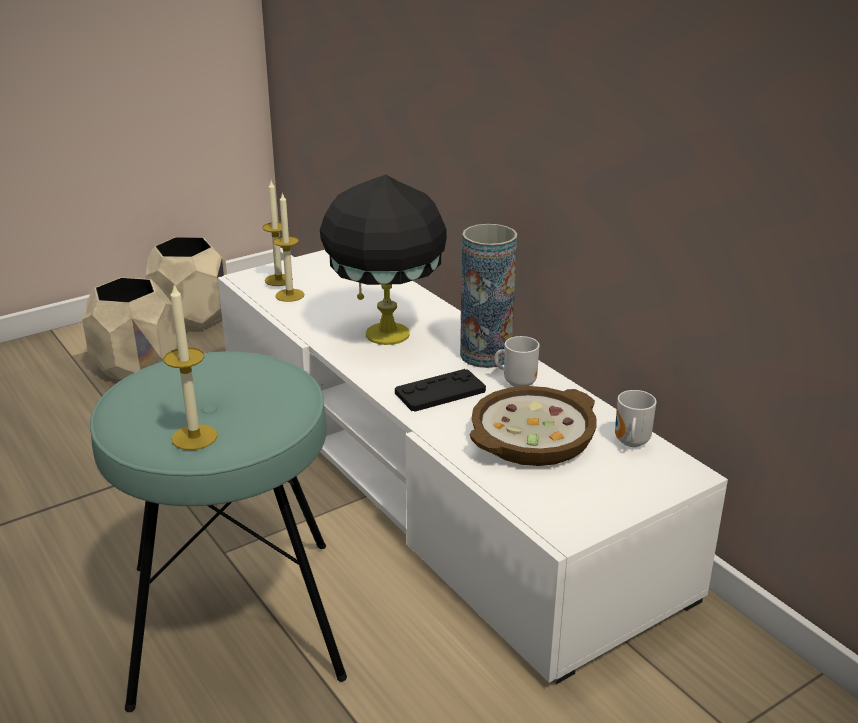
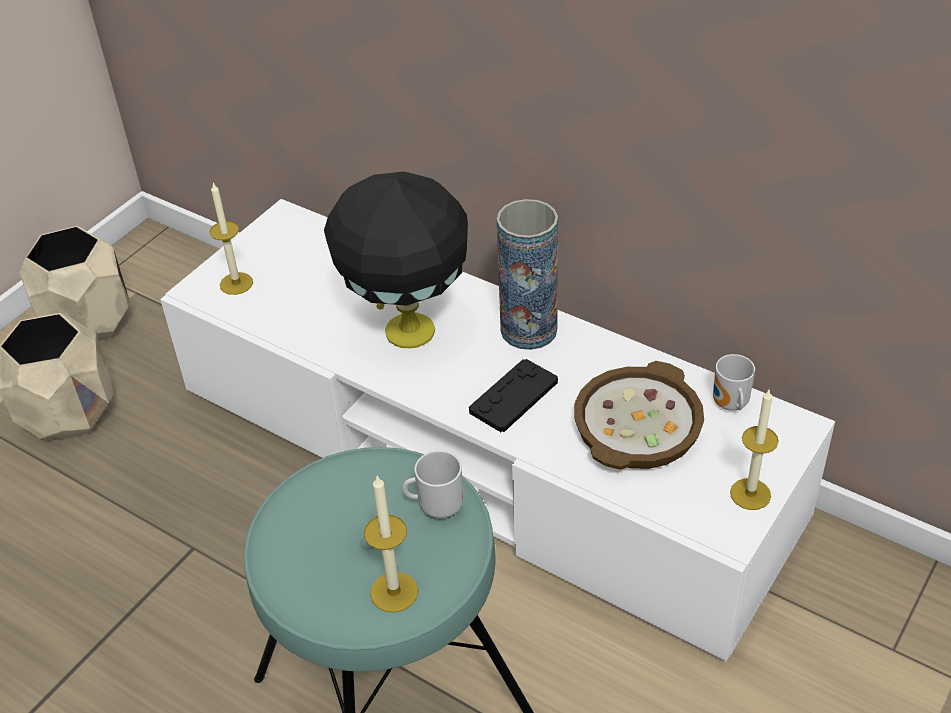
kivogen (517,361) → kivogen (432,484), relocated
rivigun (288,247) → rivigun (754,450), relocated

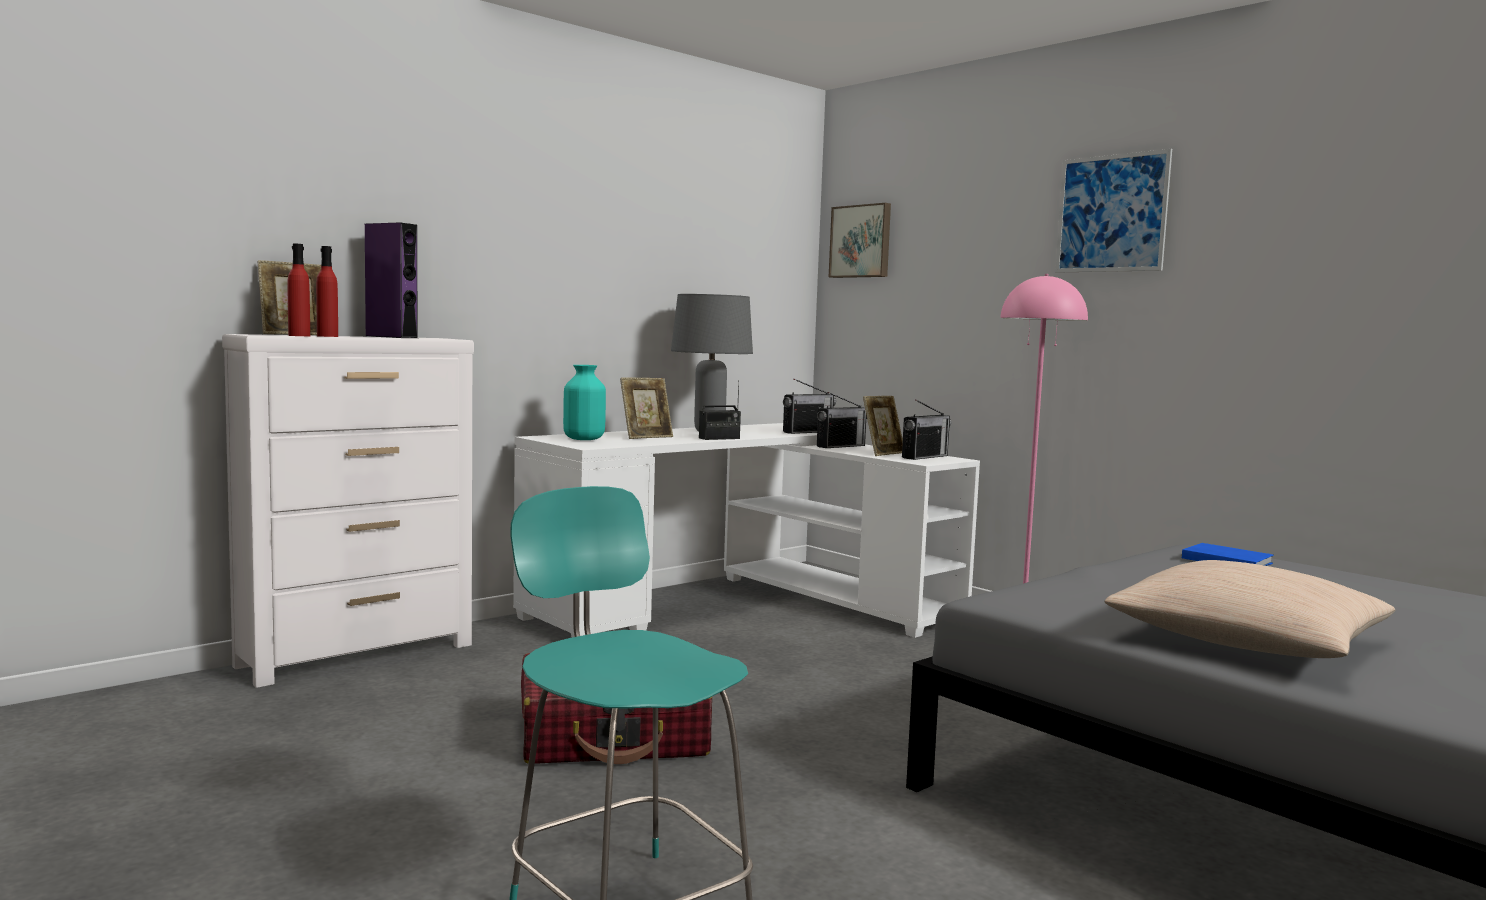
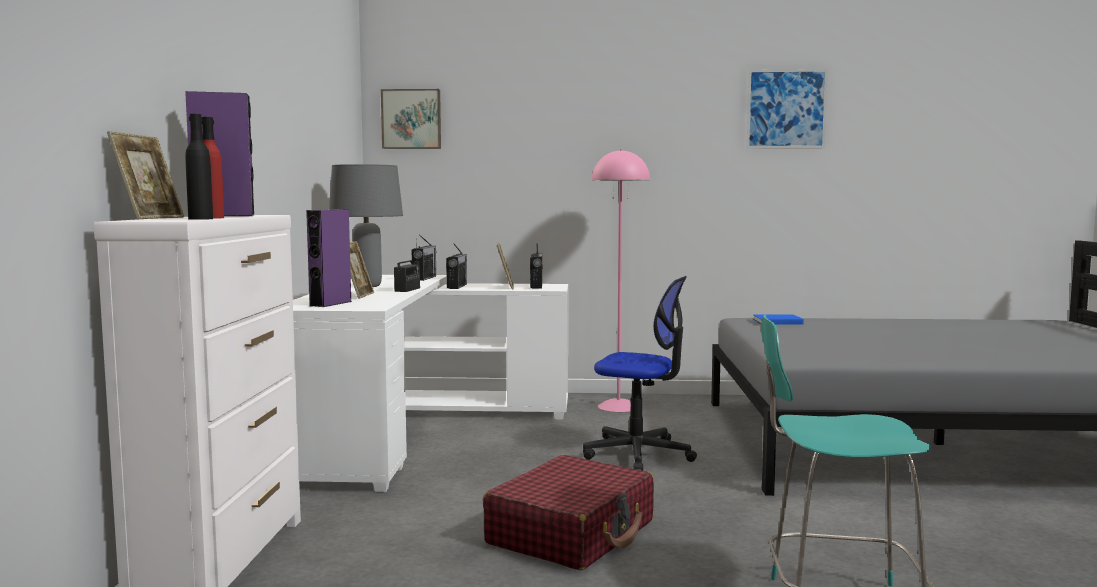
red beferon (299,290) → black beferon (199,167)
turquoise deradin (584,402) → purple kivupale (328,258)
- → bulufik (640,373)
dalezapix (1113,211) → dalezapix (787,109), relocated
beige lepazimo (1249,609) → -

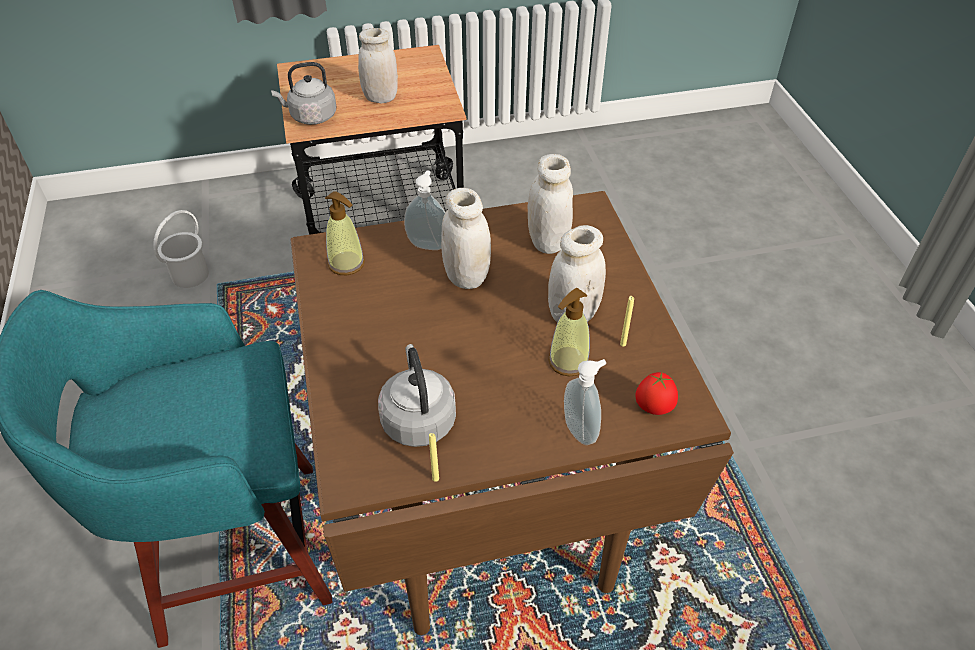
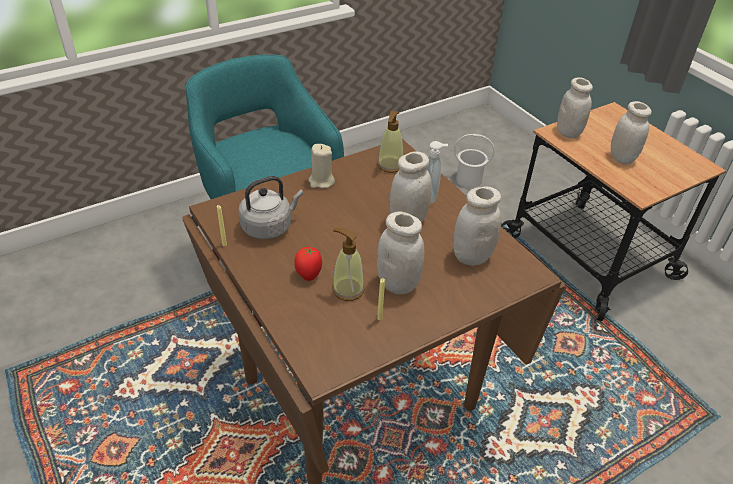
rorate (656,393) → rorate (308,264), relocated
- → beige rivigun (321,166)
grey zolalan (303,93) → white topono (575,107)
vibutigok (585,402) → -

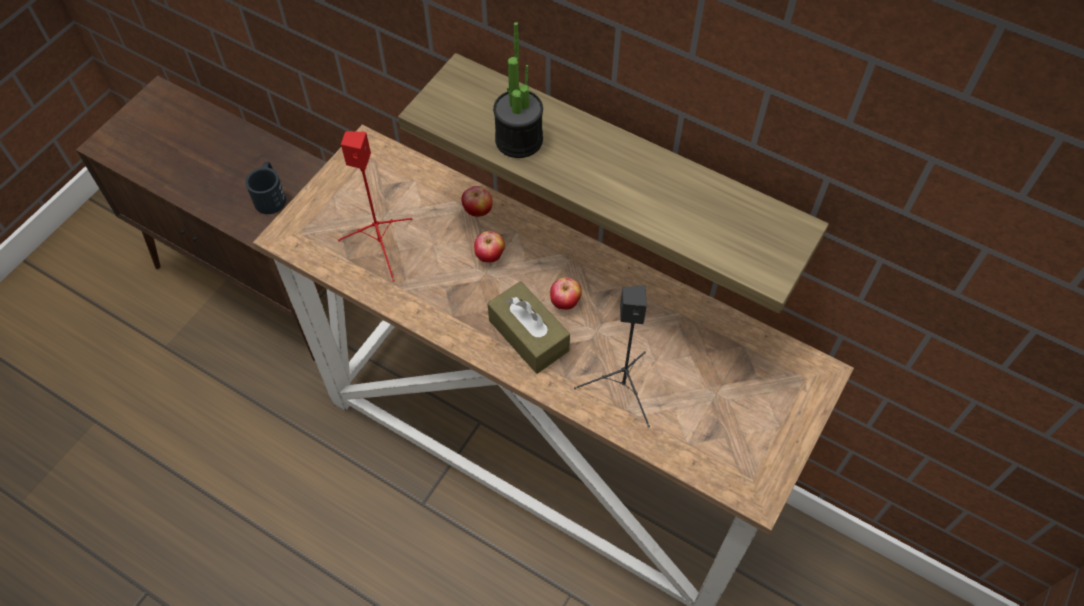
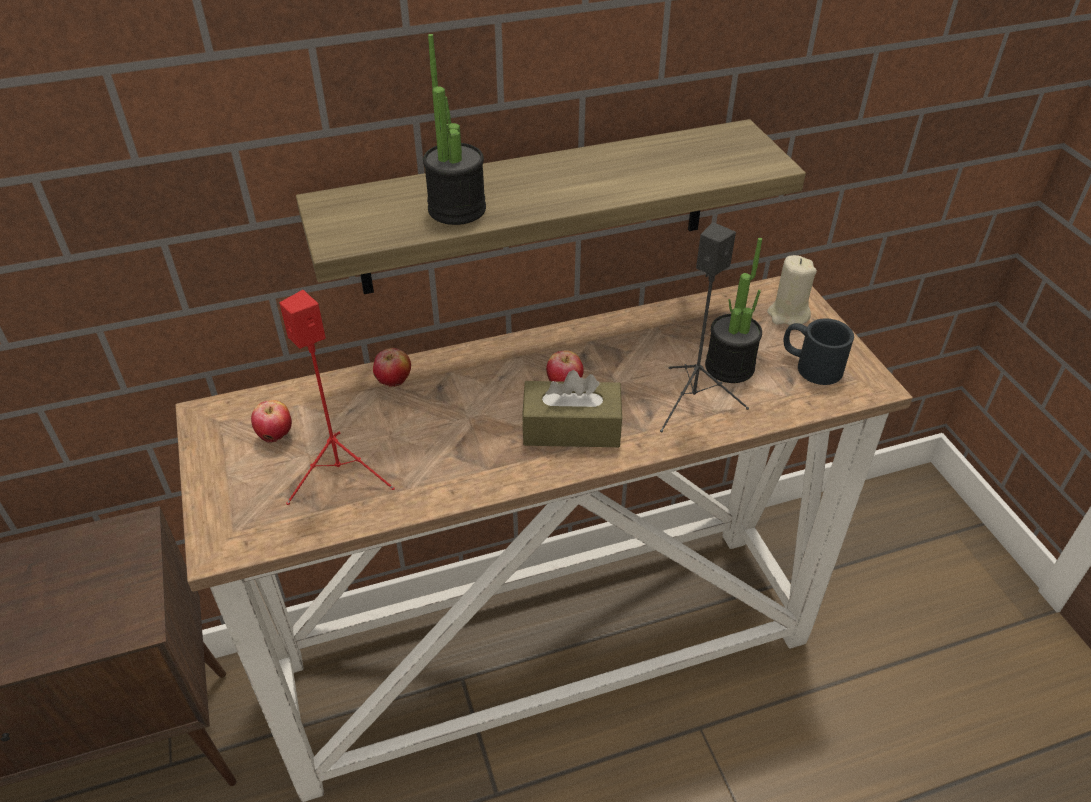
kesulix (489,246) → kesulix (271,421), relocated
- → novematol (733,310)
- → beige rivigun (792,290)
black kivogen (265,188) → black kivogen (818,351), relocated

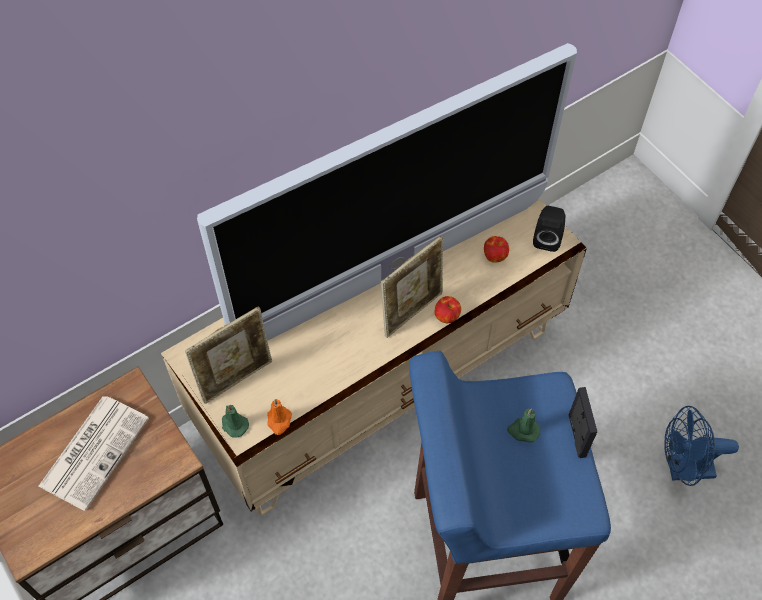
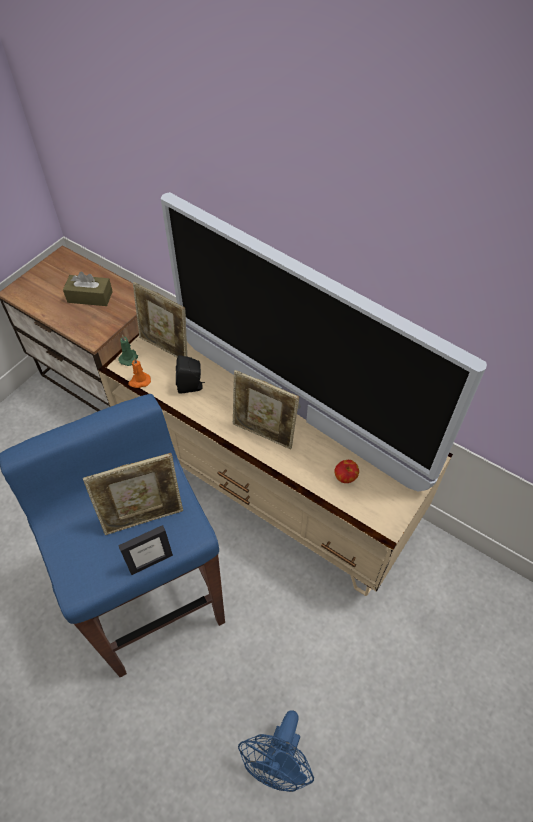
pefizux (93,453) → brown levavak (88,288)
green rivigun (523,425) → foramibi (133,494)
black kivupale (549,229) → black kivupale (190,374), relocated
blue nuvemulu (701,446) → blue nuvemulu (276,751), 135 degrees counterclockwise
kesulix (448,309) → -

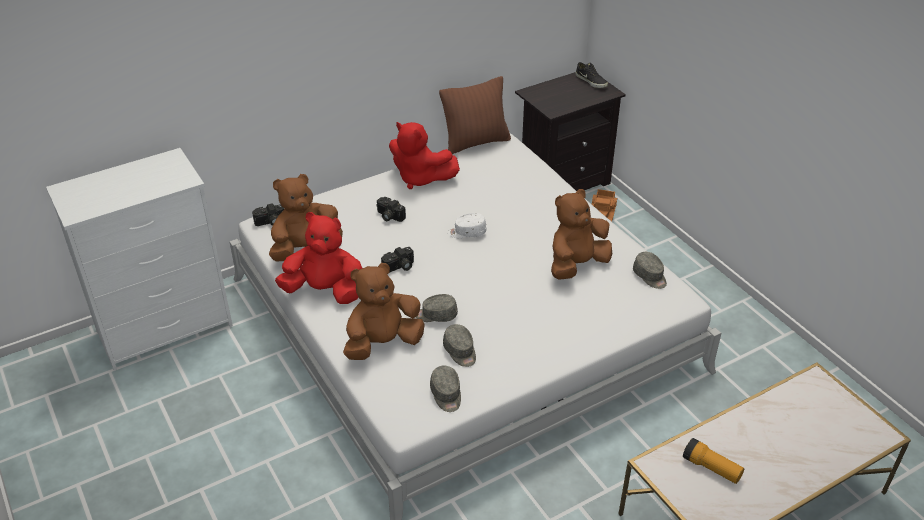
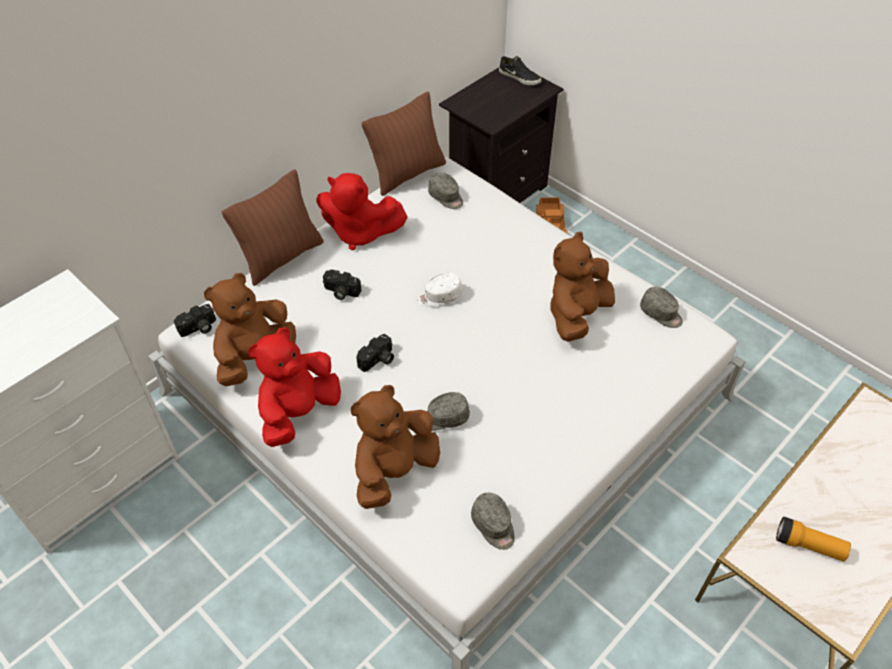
- → brown lepazimo (272,227)
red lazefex (318,258) → red lazefex (294,387), 45 degrees counterclockwise
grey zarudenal (459,345) → grey zarudenal (445,190), relocated

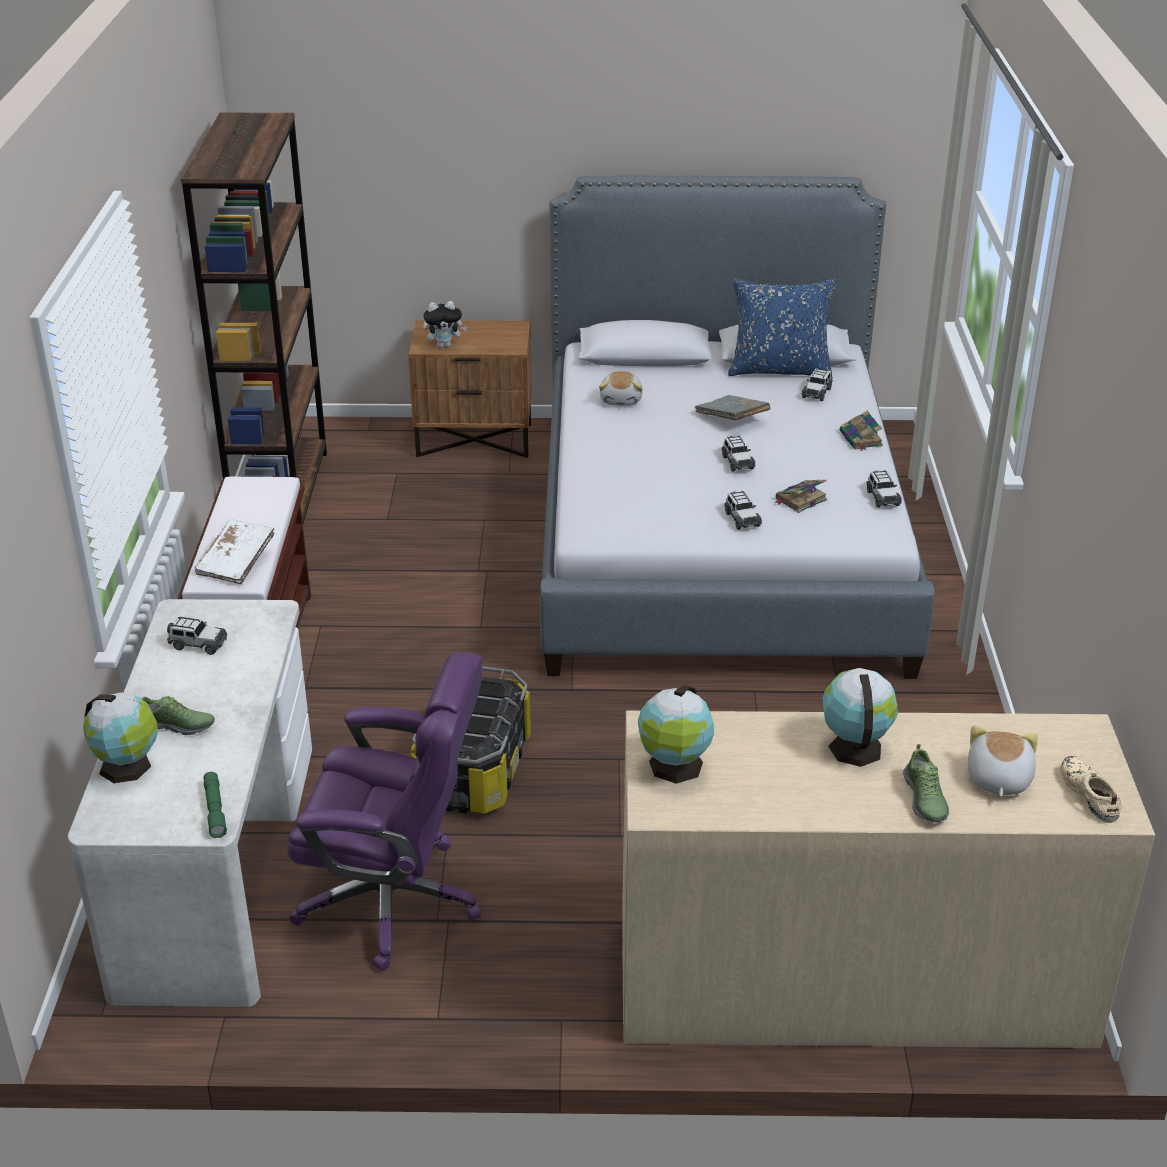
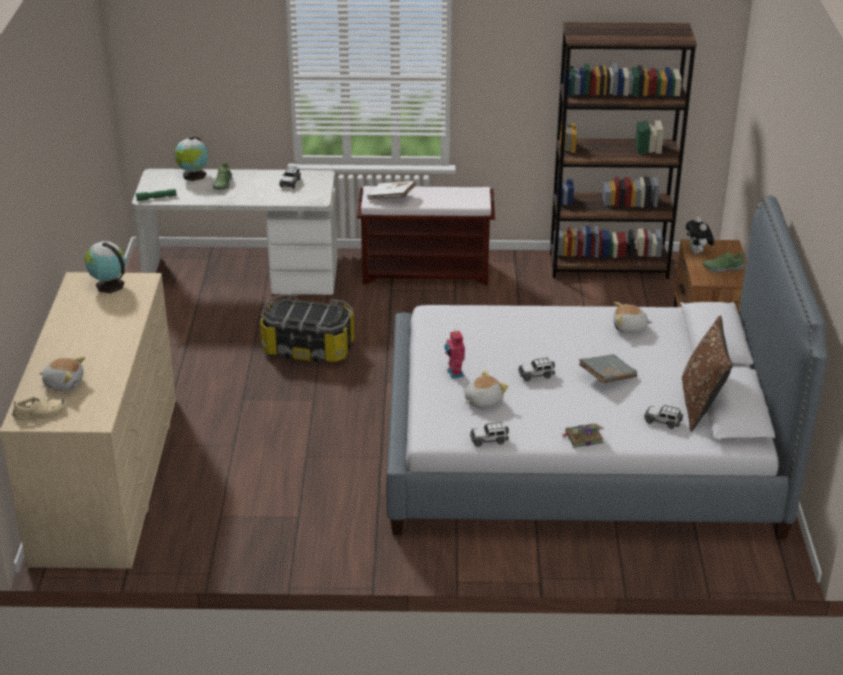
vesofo (743,510) → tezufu (454,354)
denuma (800,496) → lazefex (486,389)
blue lepazimo (782,328) → brown lepazimo (707,374)
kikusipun (926,783) → kikusipun (724,262), relocated
purple bulufik (384,811) → -
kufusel (860,717) → -

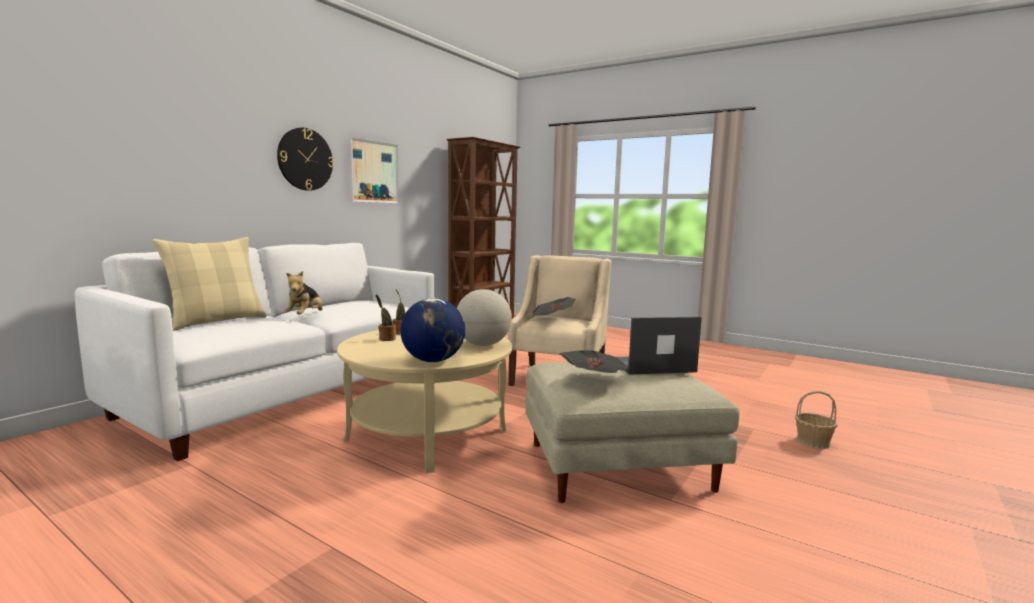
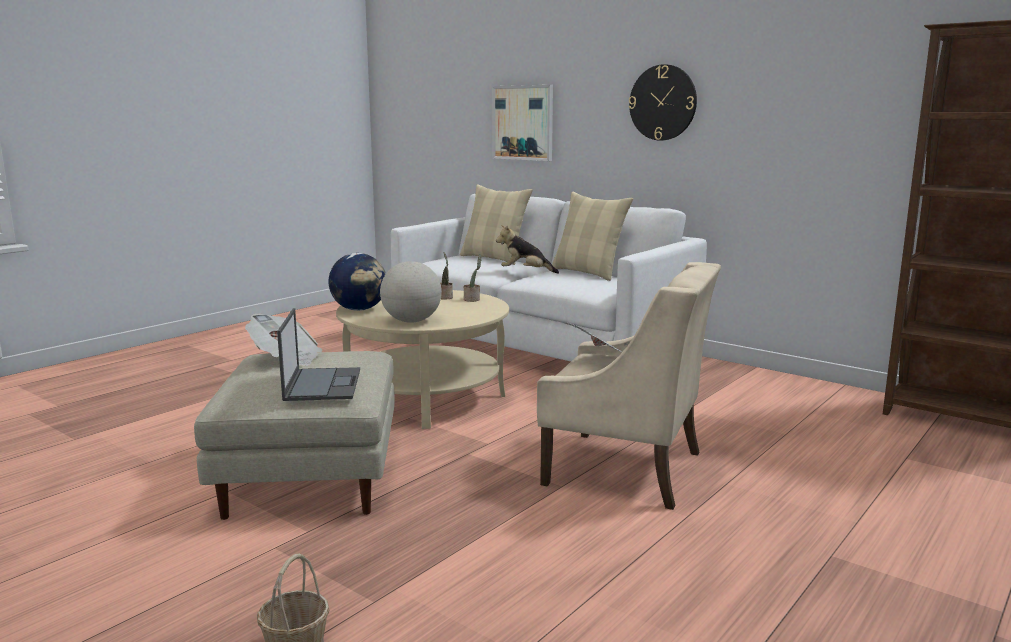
dalezapix (373,170) → dalezapix (522,123), relocated
- → beige lepazimo (592,236)

